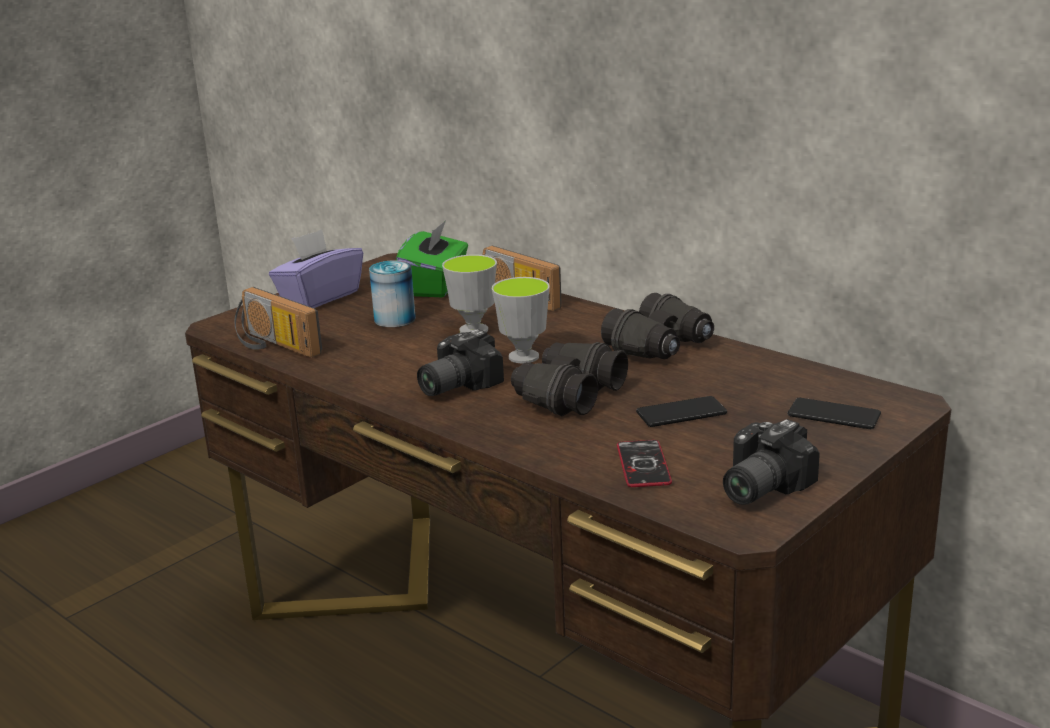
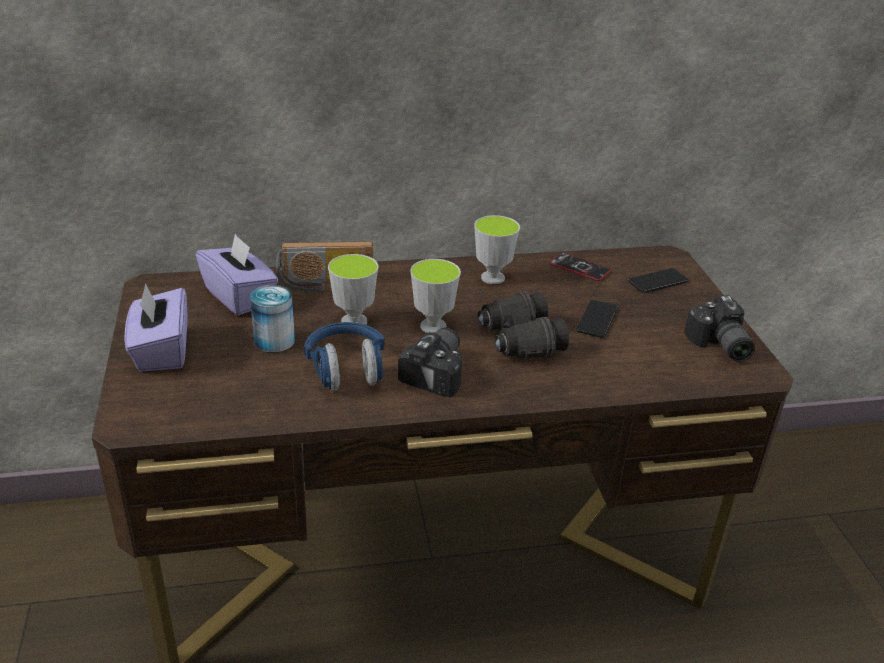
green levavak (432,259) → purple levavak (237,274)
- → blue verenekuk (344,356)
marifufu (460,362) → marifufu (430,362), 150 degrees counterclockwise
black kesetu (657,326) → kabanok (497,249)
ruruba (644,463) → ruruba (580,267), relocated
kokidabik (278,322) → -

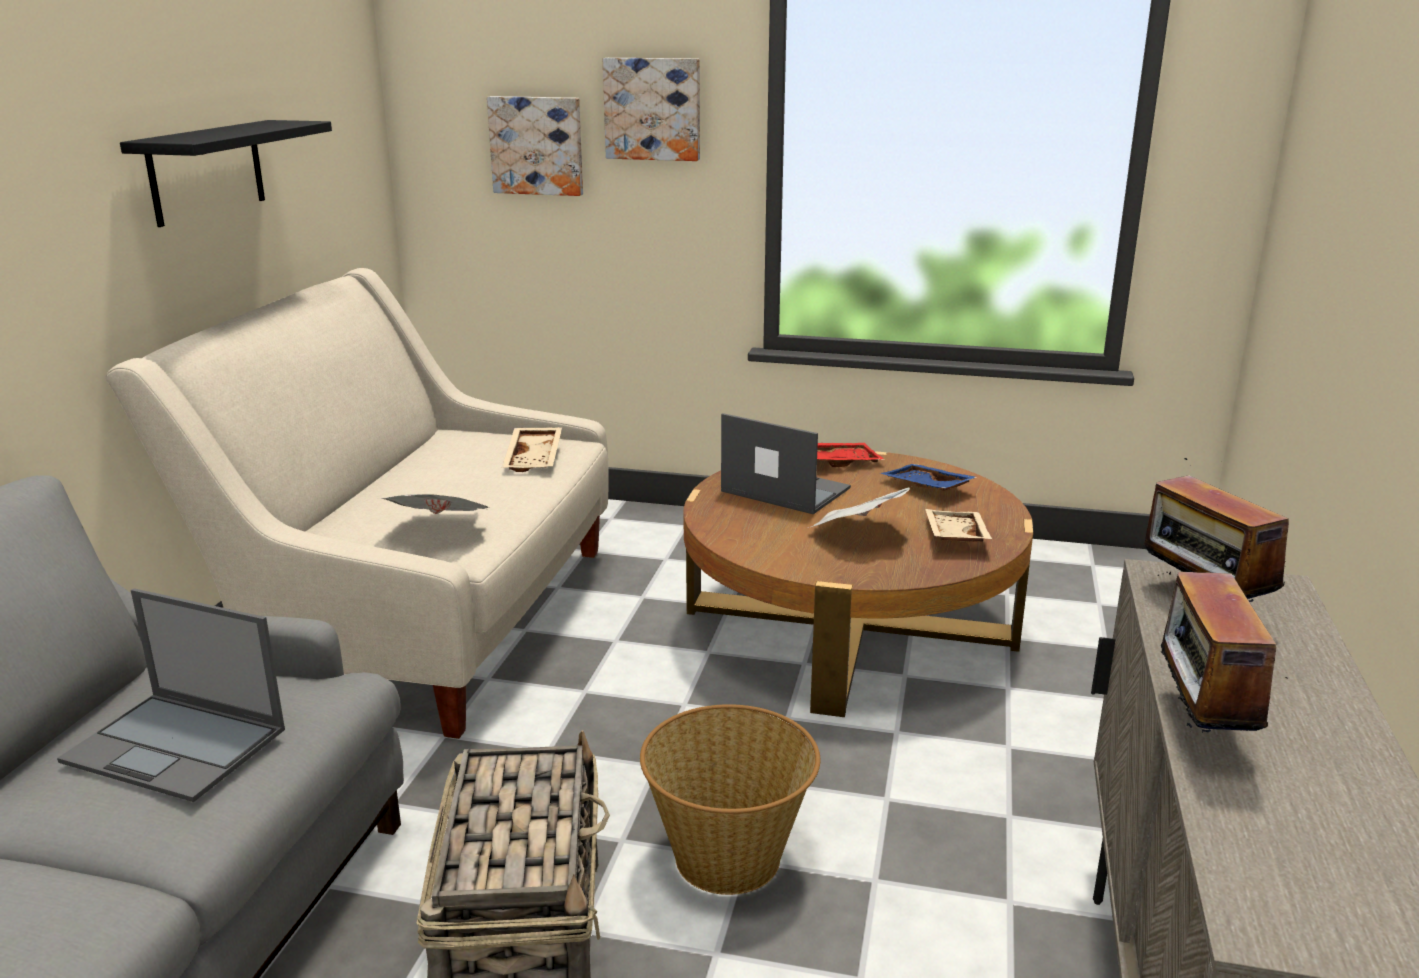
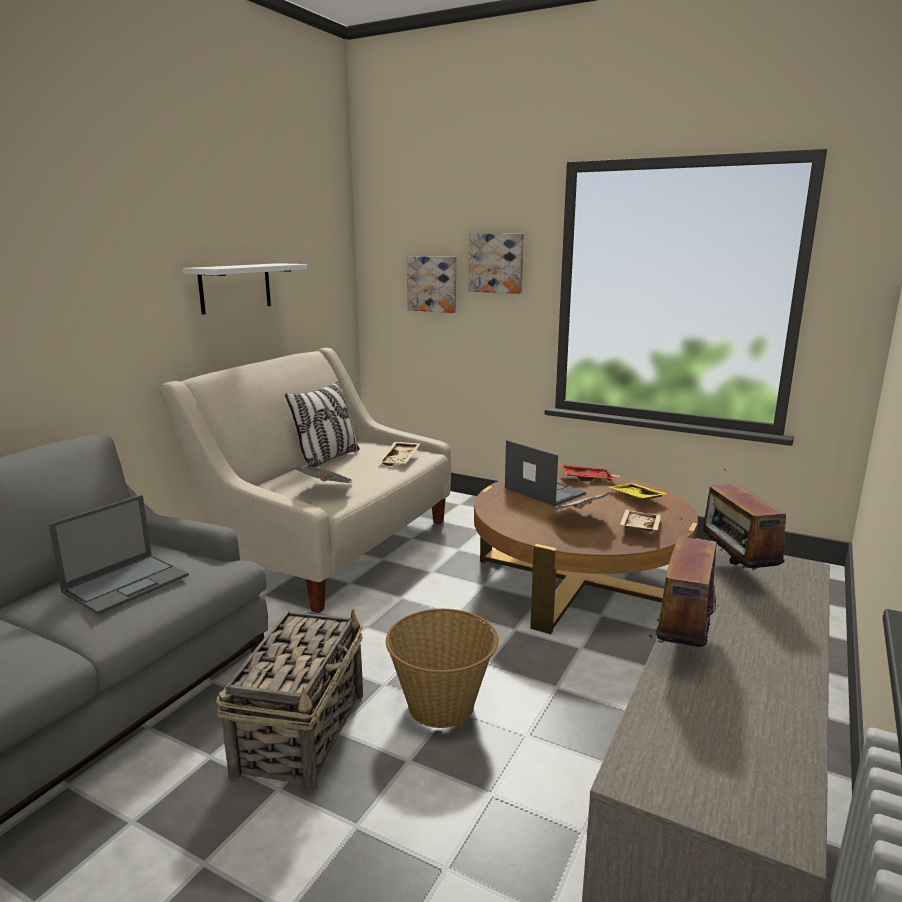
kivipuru (171,695) → kivipuru (118,555), 90 degrees counterclockwise
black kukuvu (226,173) → white kukuvu (245,288)
- → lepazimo (322,424)
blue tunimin (928,477) → yellow tunimin (637,491)

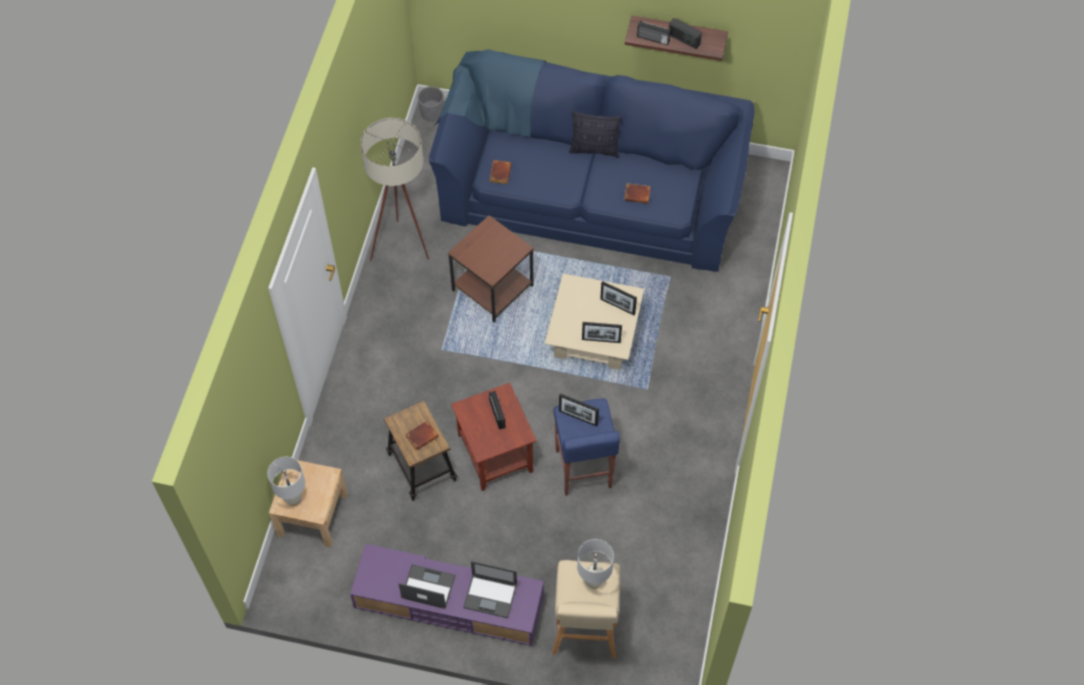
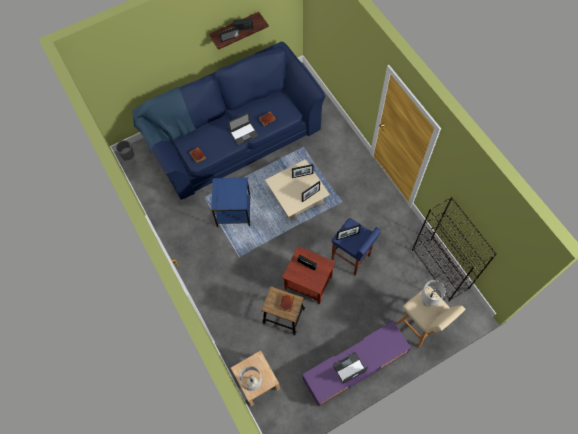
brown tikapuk (491,269) → blue tikapuk (231,202)
kivipuru (490,589) → kivipuru (243,129), relocated
- → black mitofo (454,249)
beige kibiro (394,189) → -
lepazimo (595,134) → -

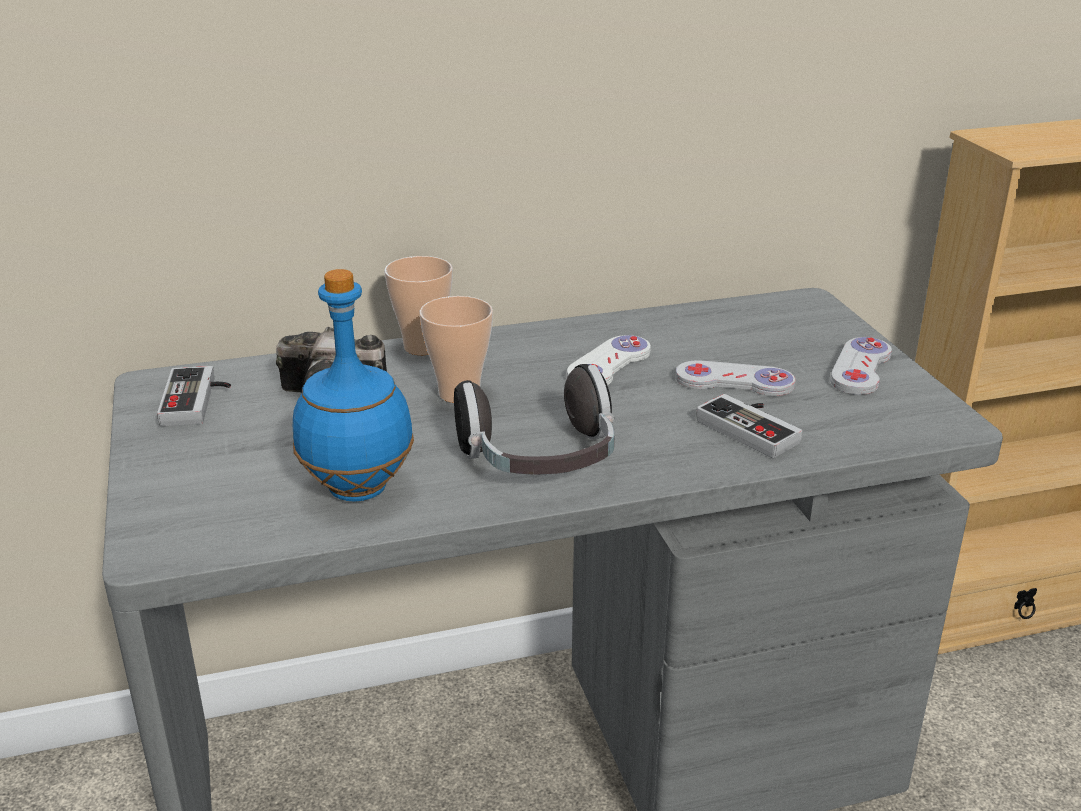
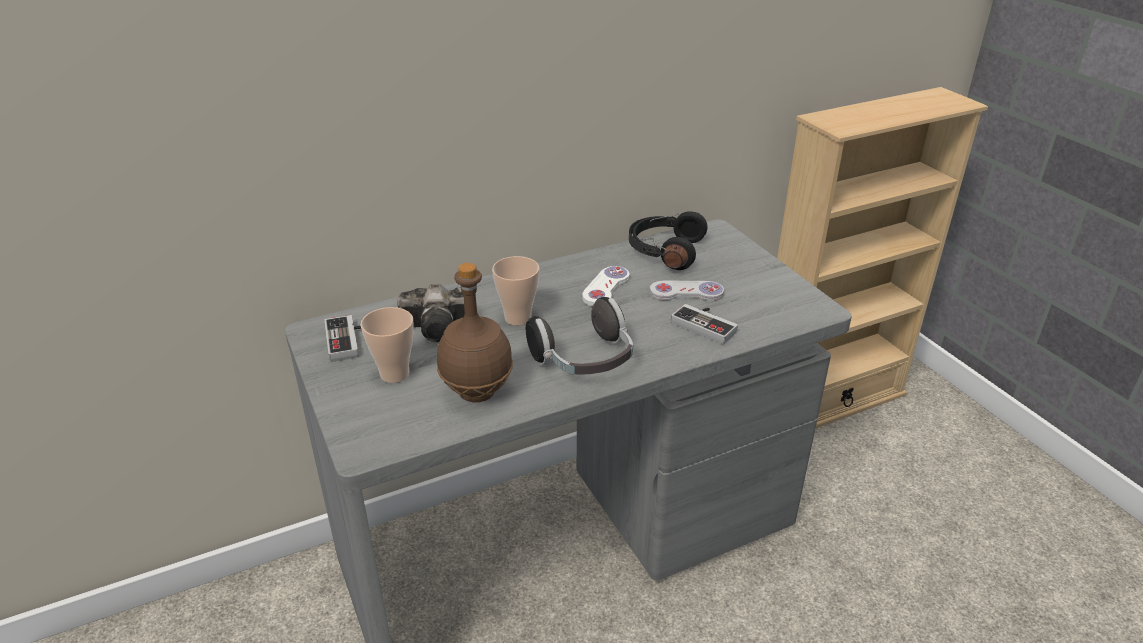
kabanok (418,305) → kabanok (387,345), relocated
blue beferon (353,385) → brown beferon (475,332)
- → black verenekuk (668,240)
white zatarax (861,366) → -

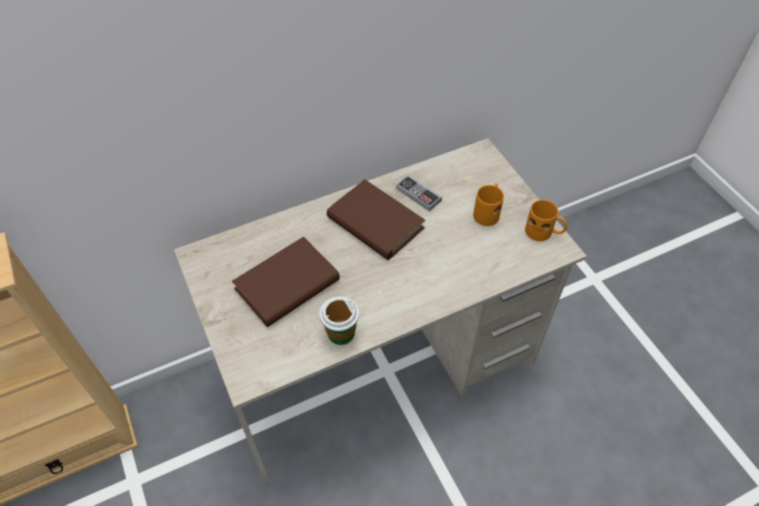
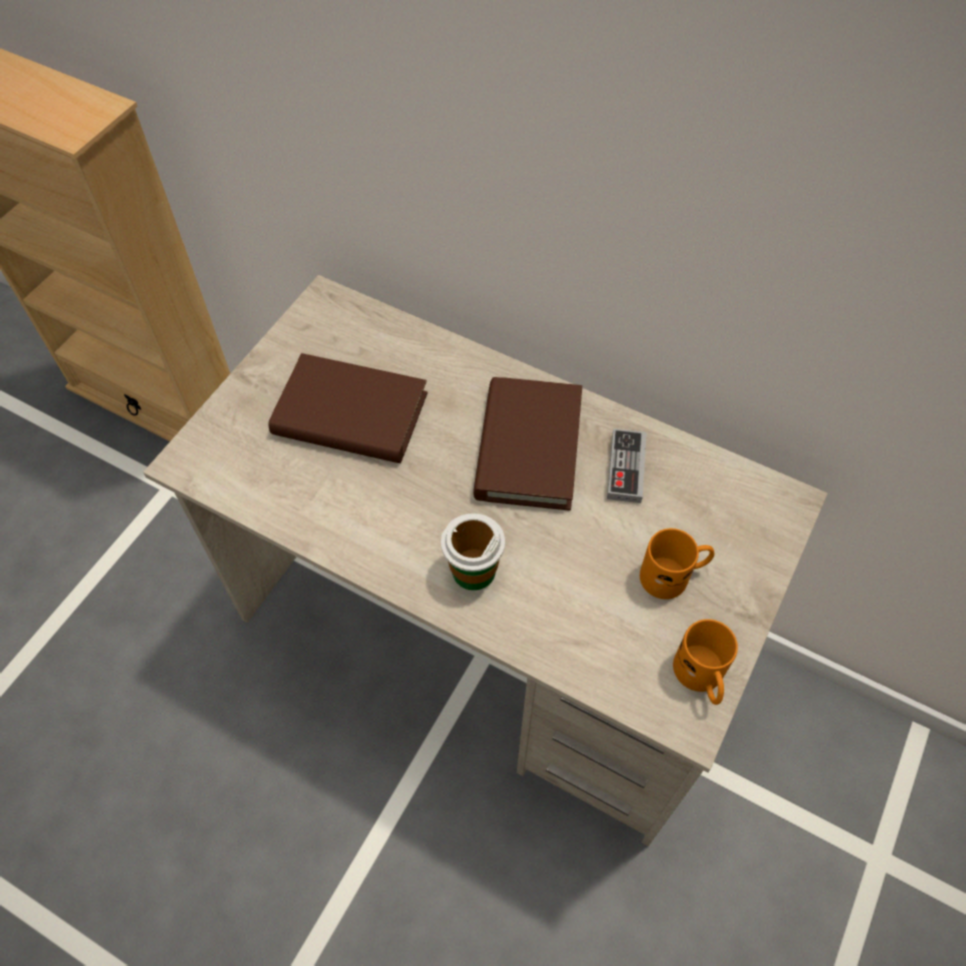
kabanok (339,320) → kabanok (473,551), relocated

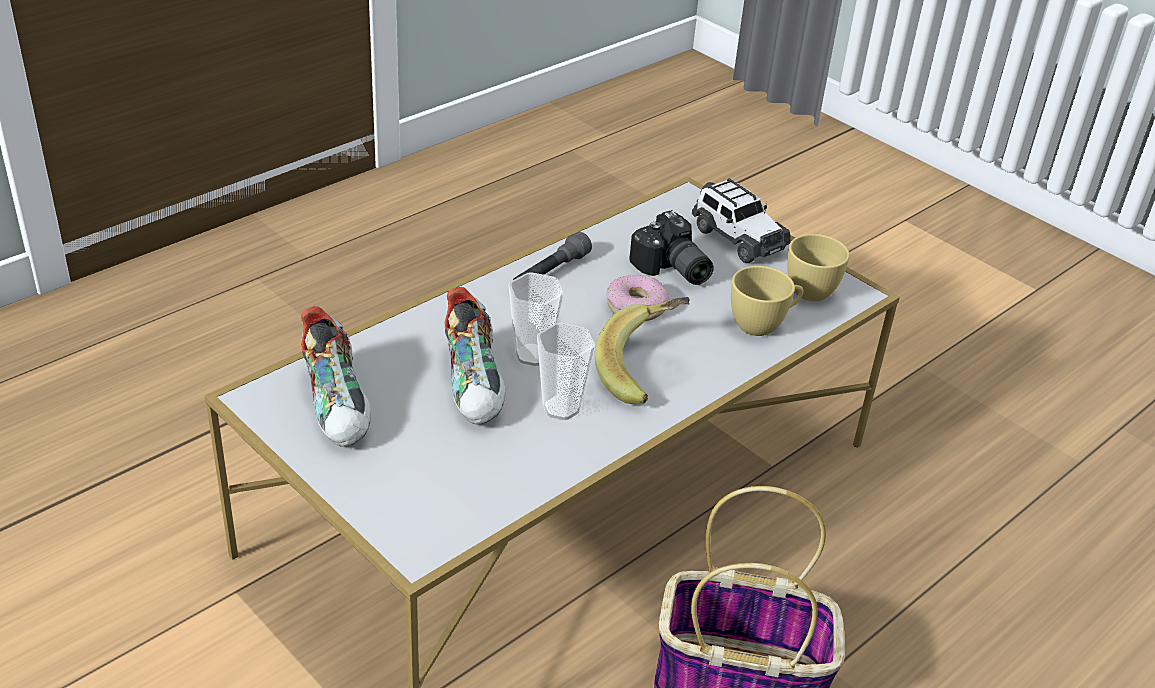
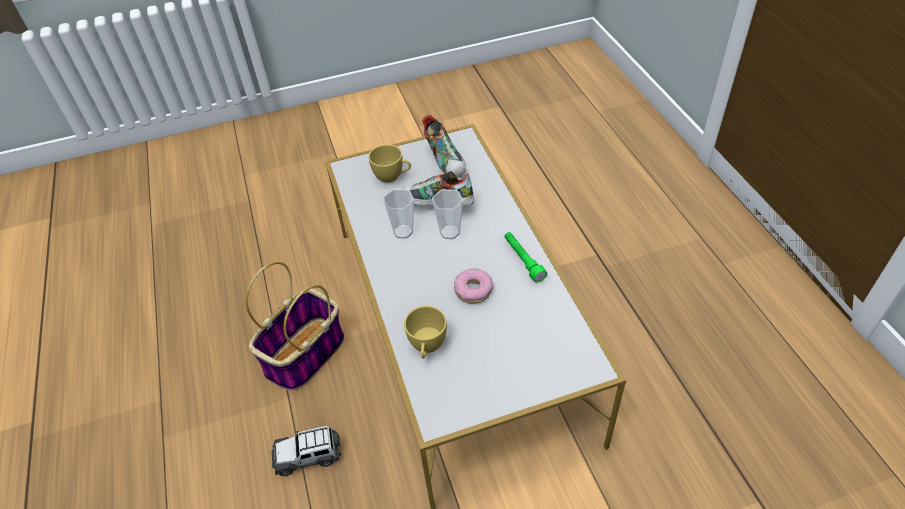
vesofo (741,220) → vesofo (306,451), relocated
yellow kabanok (818,267) → yellow kabanok (389,164), relocated
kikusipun (336,376) → kikusipun (444,146), 120 degrees counterclockwise
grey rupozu (552,256) → green rupozu (525,257)
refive (642,350) → -
marifufu (671,247) → -

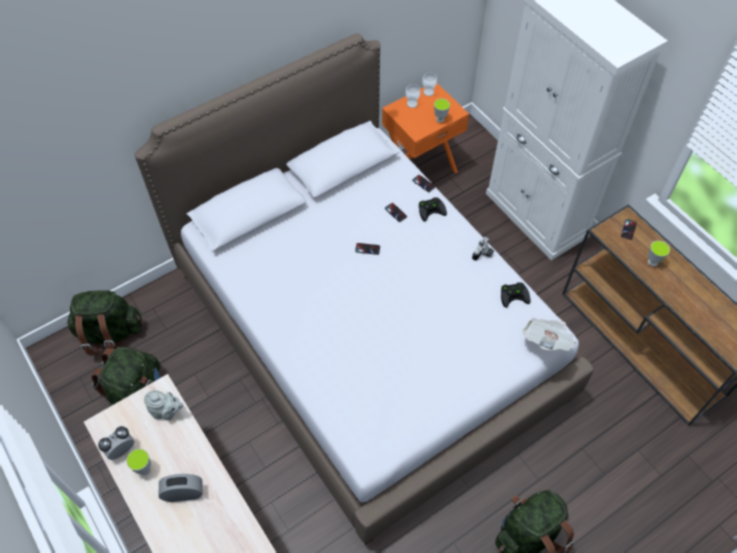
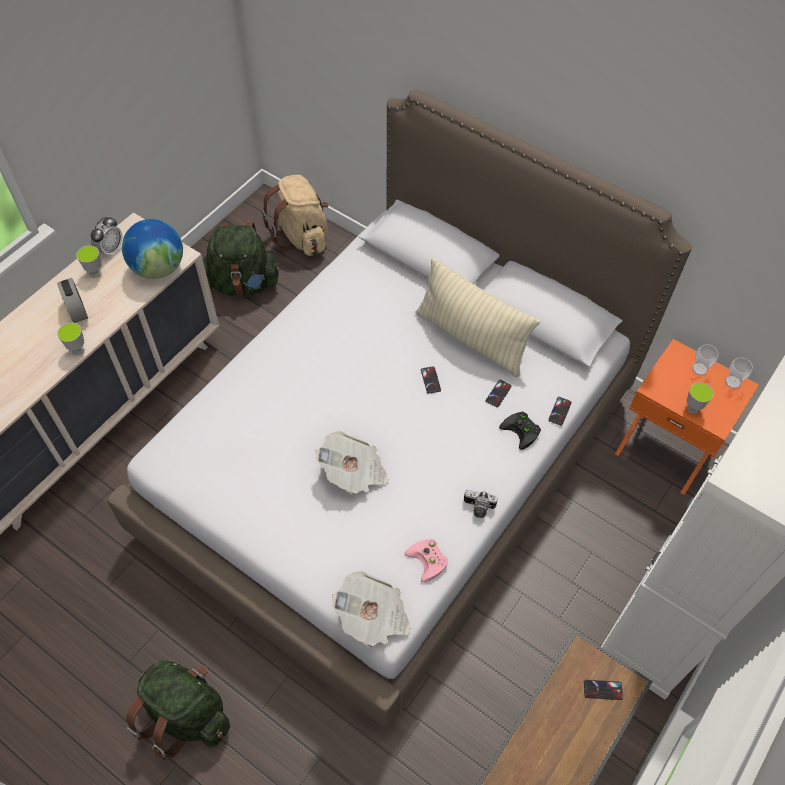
kabanok (659,254) → kabanok (70,339), relocated
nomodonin (116,443) → nomodonin (106,237), 90 degrees clockwise
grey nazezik (164,405) → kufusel (152,249)
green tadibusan (104,322) → beige tadibusan (295,215)
- → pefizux (352,462)
black zatarax (516,295) → pink zatarax (426,560)
- → beige lepazimo (477,317)

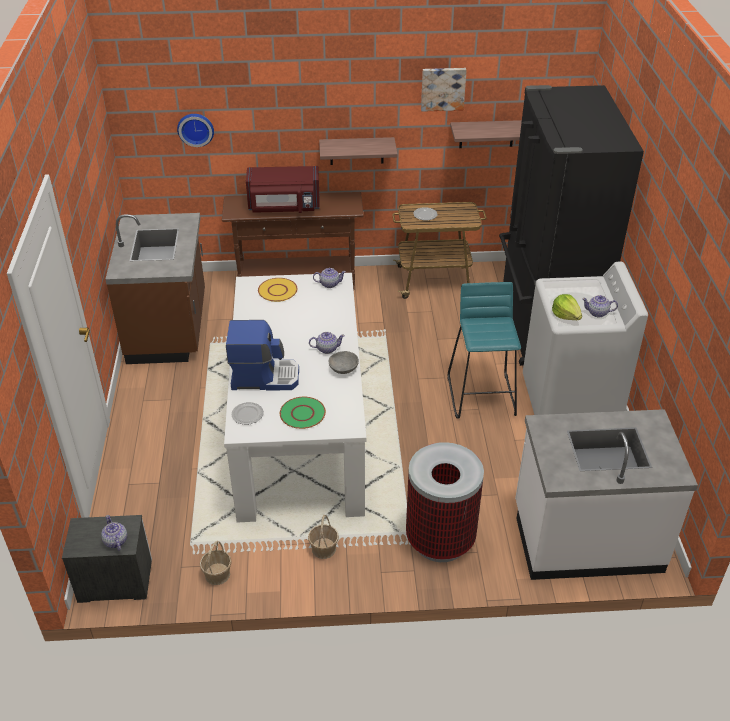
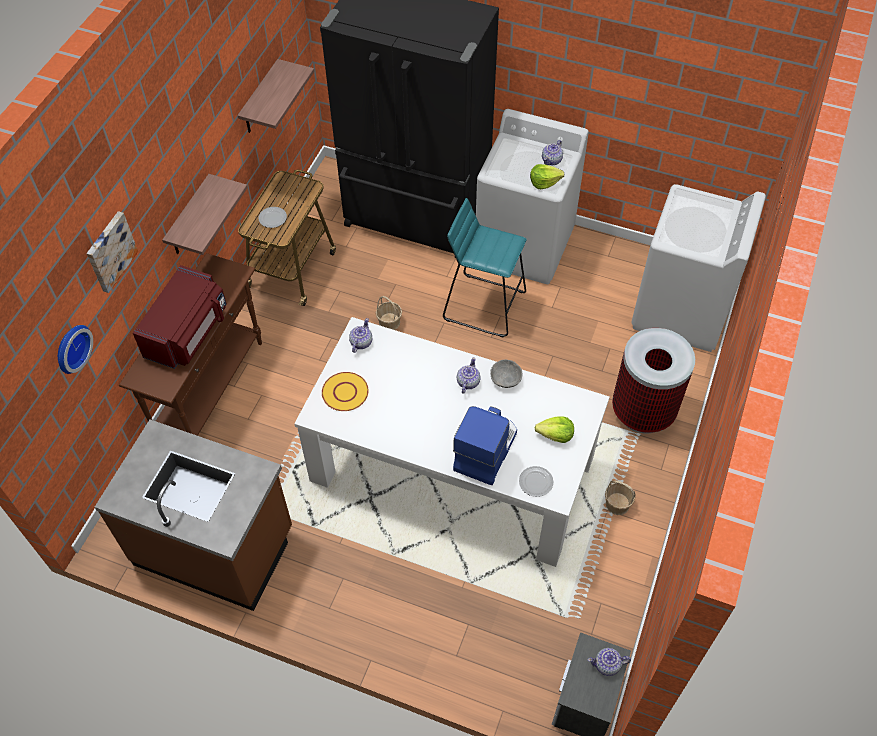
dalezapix (444,90) → dalezapix (112,252), relocated
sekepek (216,563) → sekepek (389,313), relocated
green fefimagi (303,413) → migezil (554,430)
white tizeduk (606,494) → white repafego (698,268)

